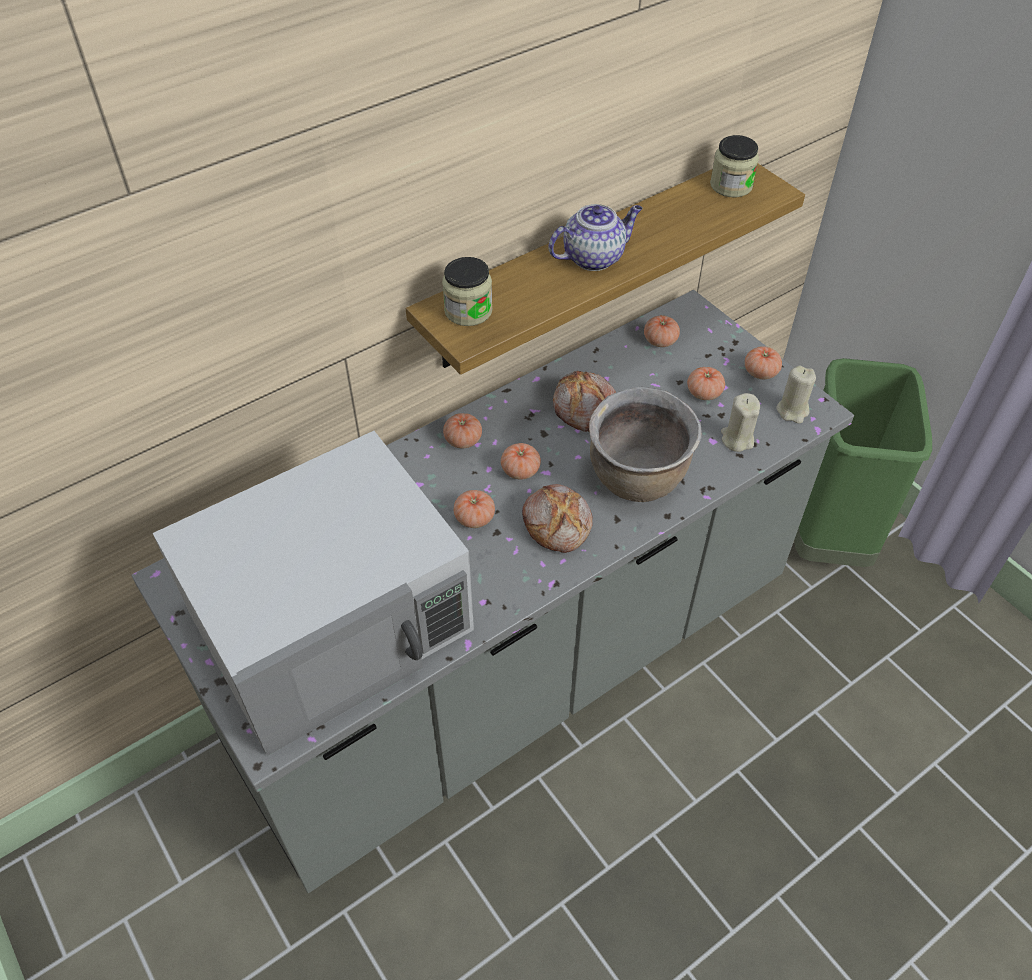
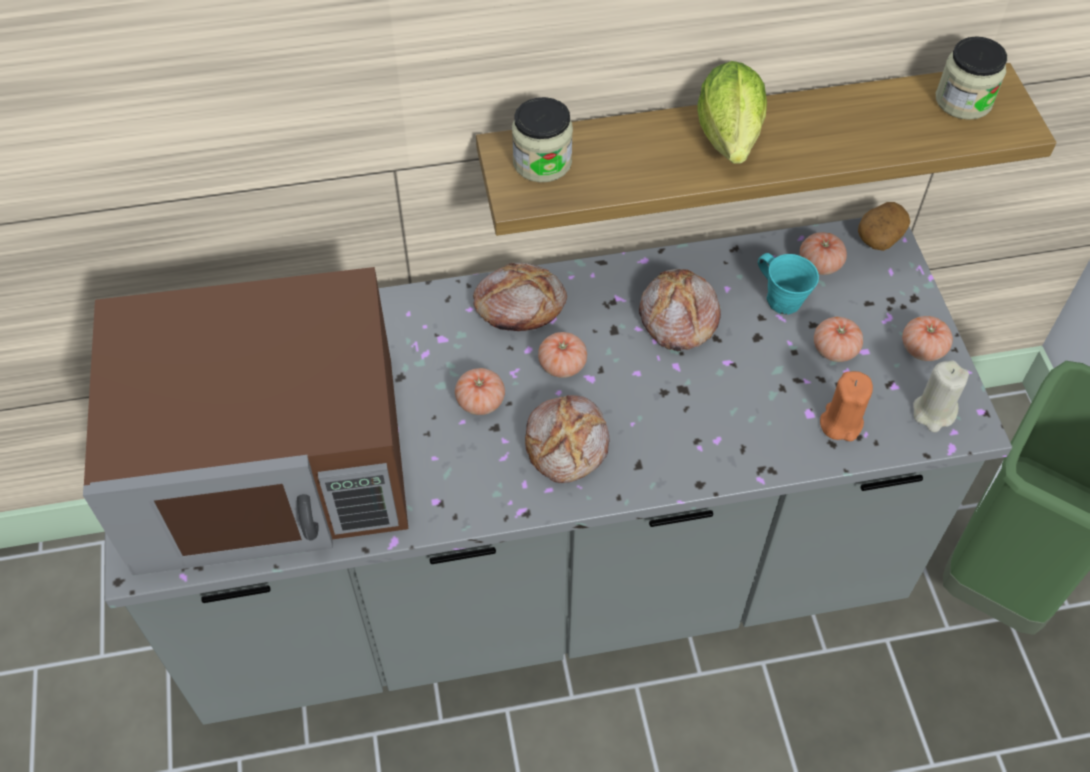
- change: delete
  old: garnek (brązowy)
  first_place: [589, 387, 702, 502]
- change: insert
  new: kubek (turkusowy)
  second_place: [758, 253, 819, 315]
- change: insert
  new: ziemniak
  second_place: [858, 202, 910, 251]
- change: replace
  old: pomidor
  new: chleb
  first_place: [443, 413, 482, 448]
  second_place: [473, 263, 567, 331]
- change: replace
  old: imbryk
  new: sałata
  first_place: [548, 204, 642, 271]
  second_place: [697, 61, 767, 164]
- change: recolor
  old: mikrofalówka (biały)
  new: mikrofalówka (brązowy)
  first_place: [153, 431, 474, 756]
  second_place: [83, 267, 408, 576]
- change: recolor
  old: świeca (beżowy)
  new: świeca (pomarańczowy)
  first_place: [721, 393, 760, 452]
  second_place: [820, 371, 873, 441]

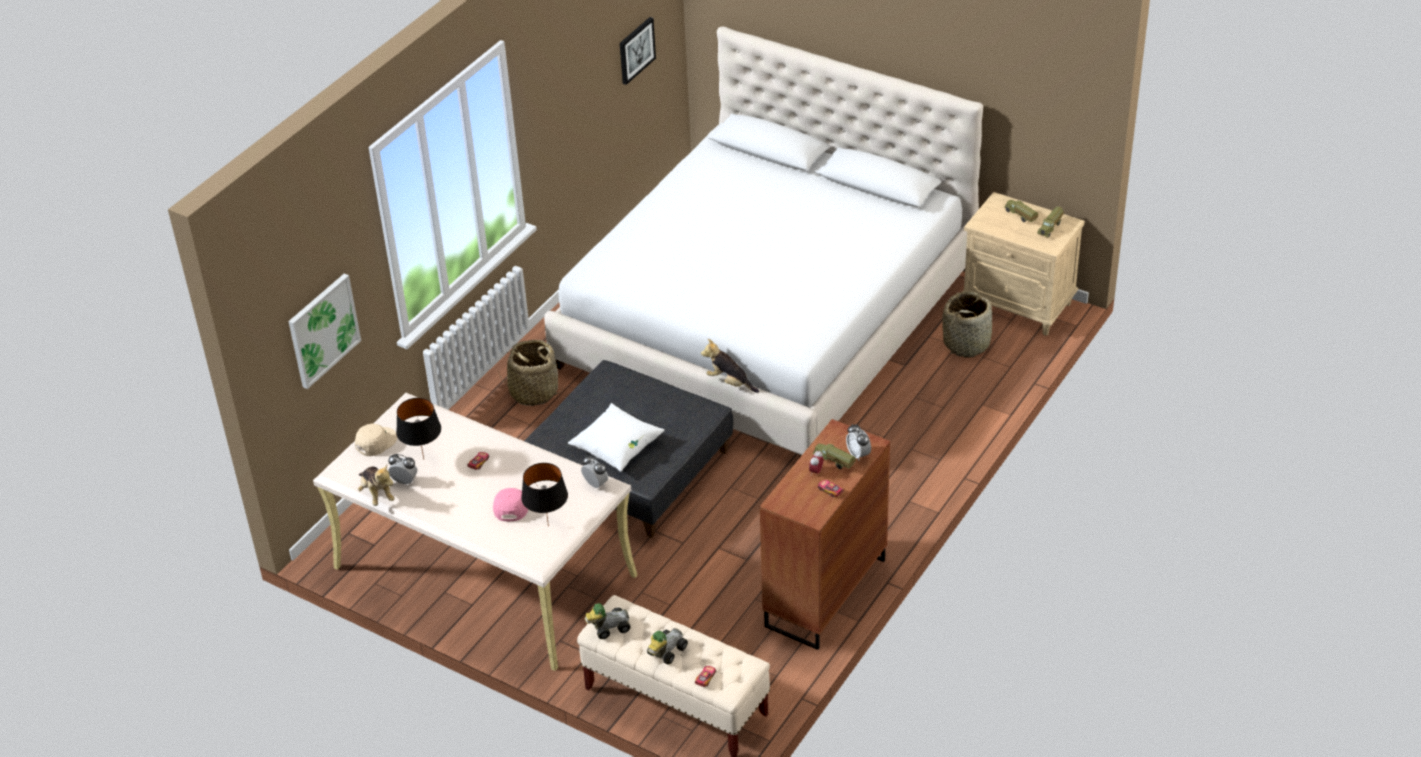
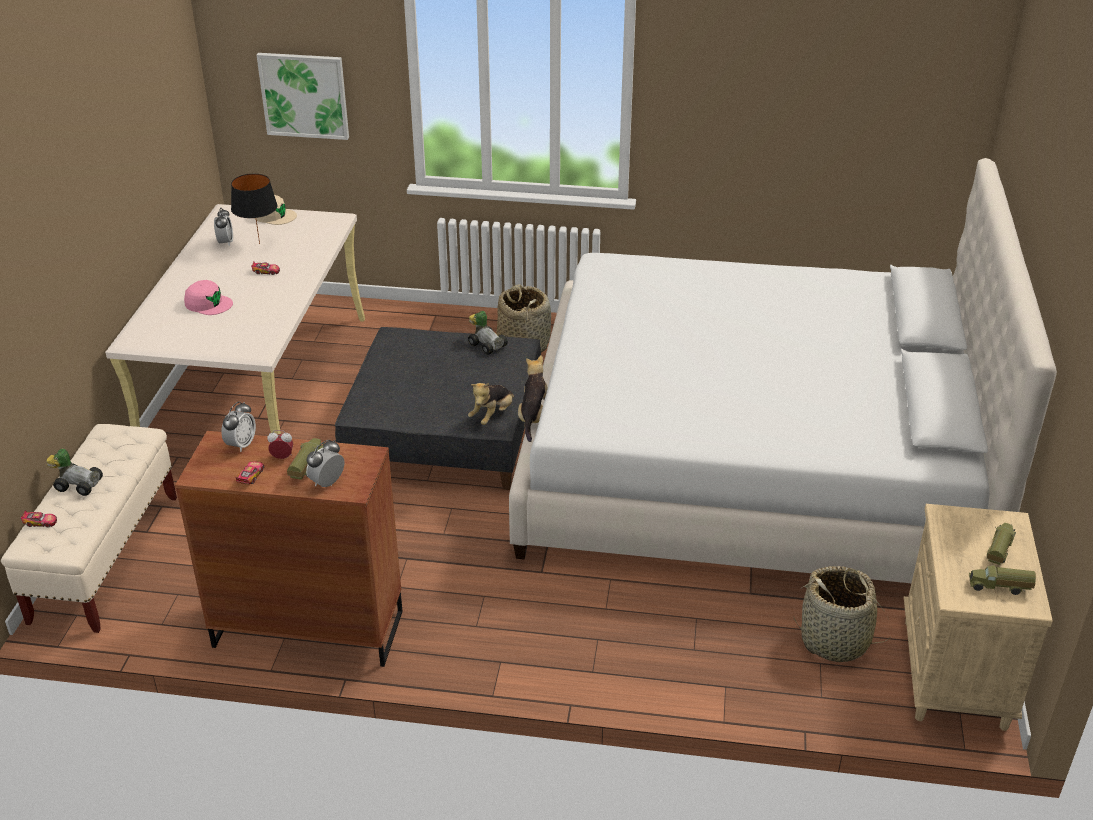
- change: delete
  old: lampa stołowa (czarny)
  first_place: [521, 463, 568, 527]
- change: delete
  old: poduszka (biały)
  first_place: [568, 403, 665, 472]
- change: delete
  old: obraz
  first_place: [620, 17, 656, 85]
- change: move
  old: pluszak
  first_place: [358, 465, 395, 506]
  second_place: [468, 383, 514, 425]
- change: move
  old: budzik
  first_place: [581, 455, 608, 488]
  second_place: [221, 401, 256, 452]
- change: move
  old: samochodzik
  first_place: [584, 603, 630, 639]
  second_place: [468, 311, 508, 355]
- change: rotate
  old: czapka z daszkiem (różowy)
  first_place: [493, 488, 528, 521]
  second_place: [184, 280, 233, 315]
  degrees: 45

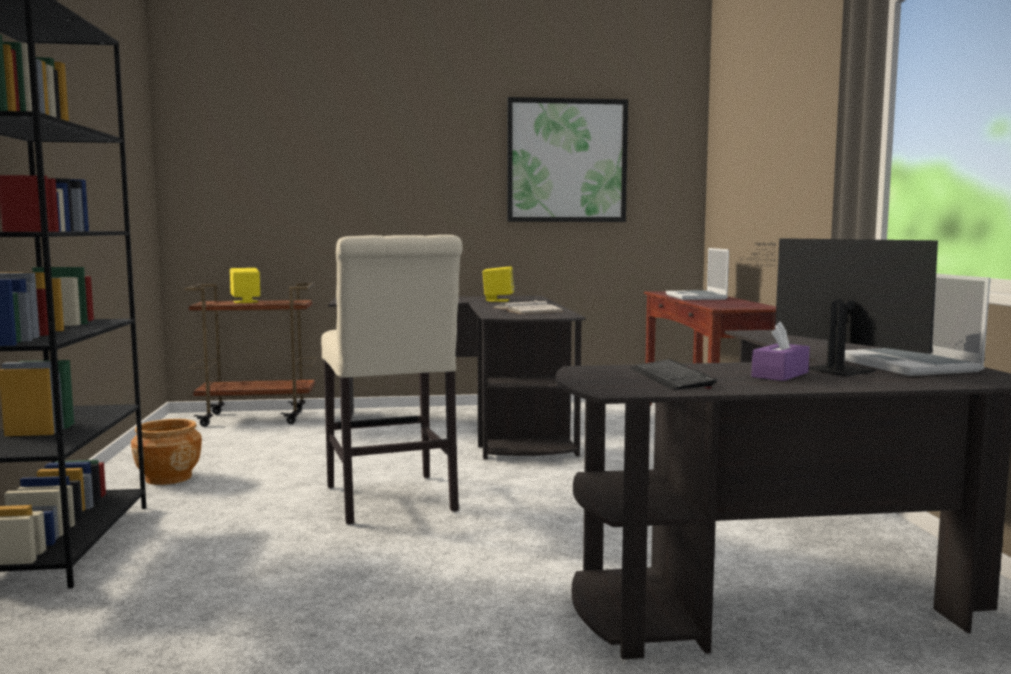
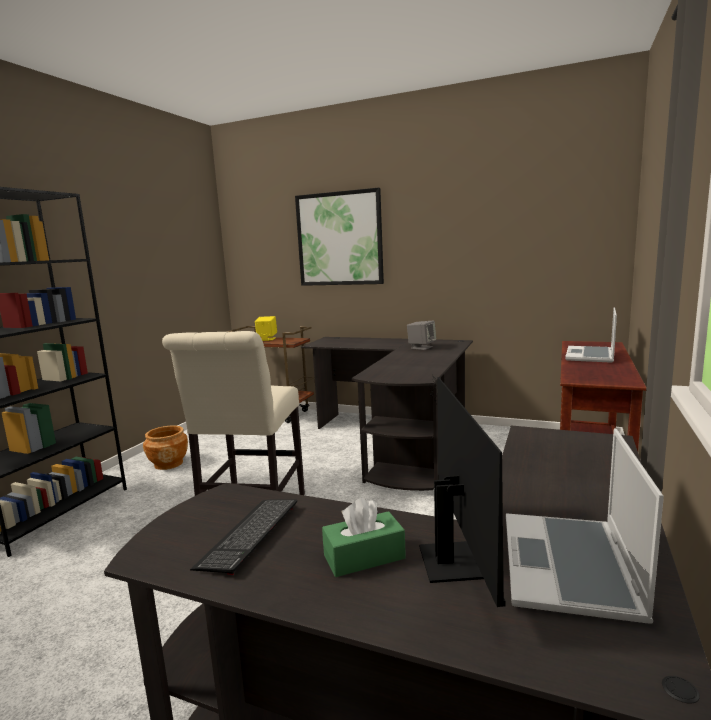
- change: delete
  old: książka (biały)
  first_place: [494, 300, 564, 314]
- change: move
  old: obraz
  first_place: [507, 97, 628, 222]
  second_place: [295, 188, 384, 286]
- change: recolor
  old: głośnik (żółty)
  new: głośnik (szary)
  first_place: [483, 266, 514, 302]
  second_place: [407, 321, 436, 350]
- change: recolor
  old: pudełko chusteczek (fioletowy)
  new: pudełko chusteczek (zielony)
  first_place: [752, 321, 810, 381]
  second_place: [322, 497, 406, 577]

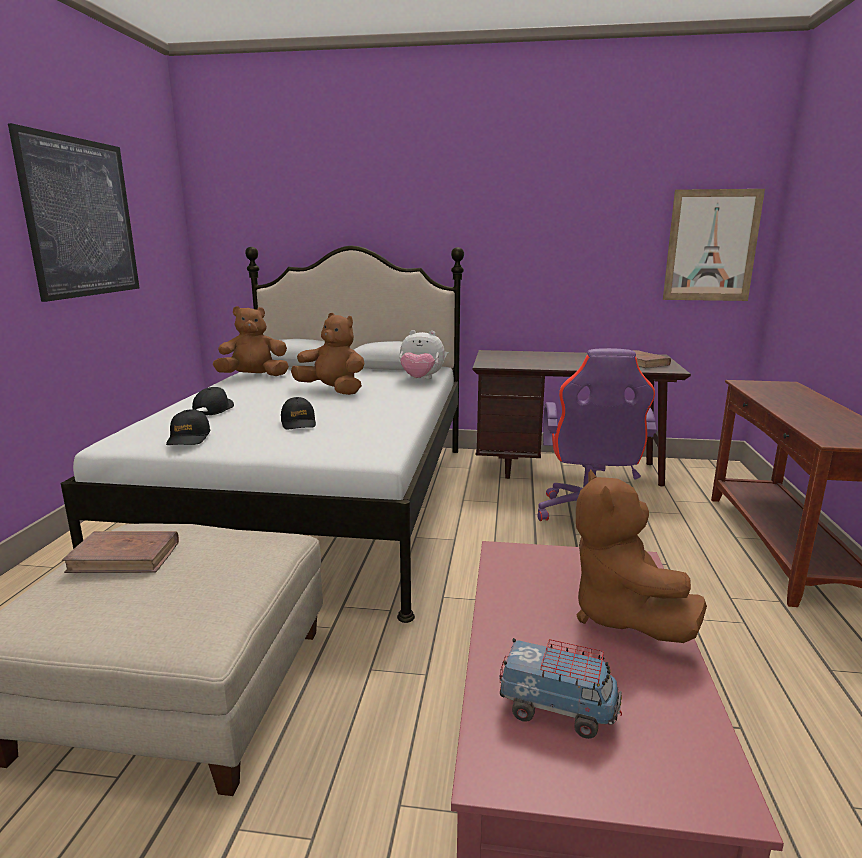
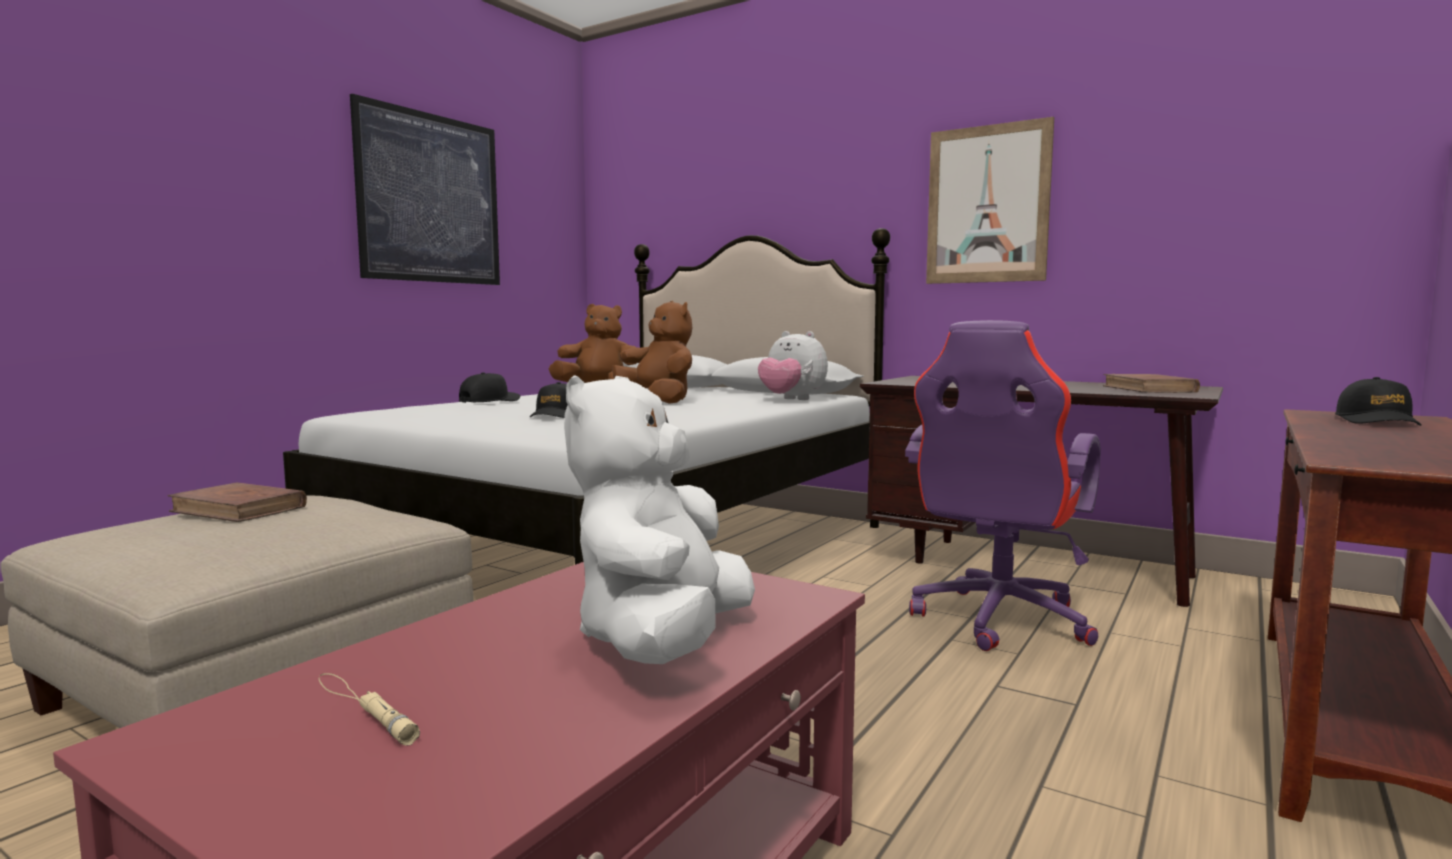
- change: move
  old: czapka z daszkiem (czarny)
  first_place: [166, 409, 210, 445]
  second_place: [1335, 377, 1421, 426]
- change: move
  old: obraz
  first_place: [663, 189, 765, 301]
  second_place: [926, 117, 1054, 284]
- change: replace
  old: ciężarówka zabawkowa
  new: latarka (beżowy)
  first_place: [499, 638, 622, 739]
  second_place: [319, 673, 420, 746]
- change: recolor
  old: pluszak (brązowy)
  new: pluszak (biały)
  first_place: [576, 469, 707, 643]
  second_place: [564, 375, 755, 664]

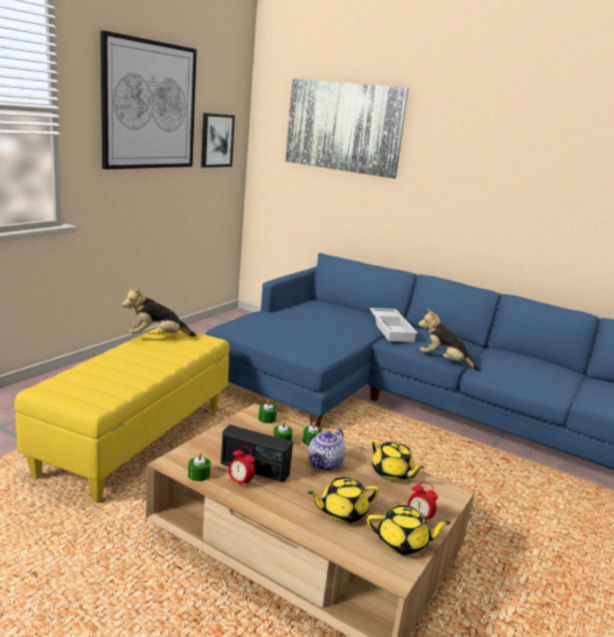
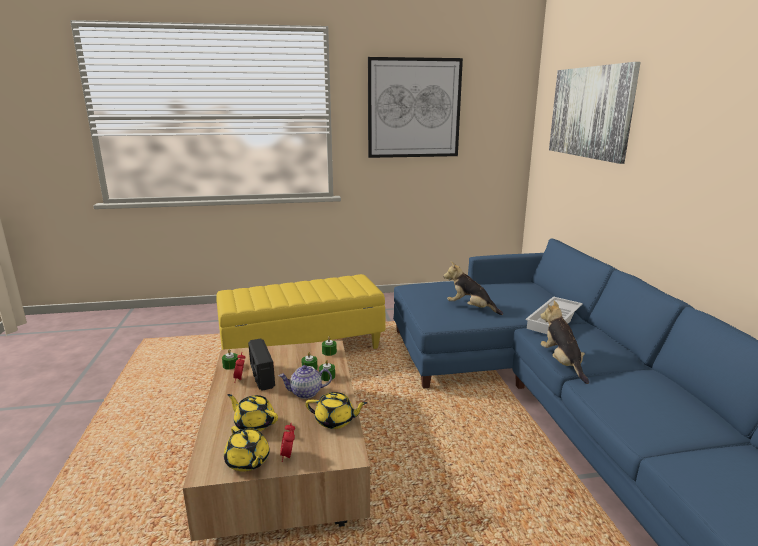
- change: delete
  old: obraz
  first_place: [201, 113, 235, 168]
- change: move
  old: pluszak
  first_place: [122, 286, 196, 337]
  second_place: [443, 261, 503, 315]
- change: rotate
  old: imbryk (żółty)
  first_place: [371, 440, 424, 481]
  second_place: [305, 392, 367, 429]
  degrees: -90

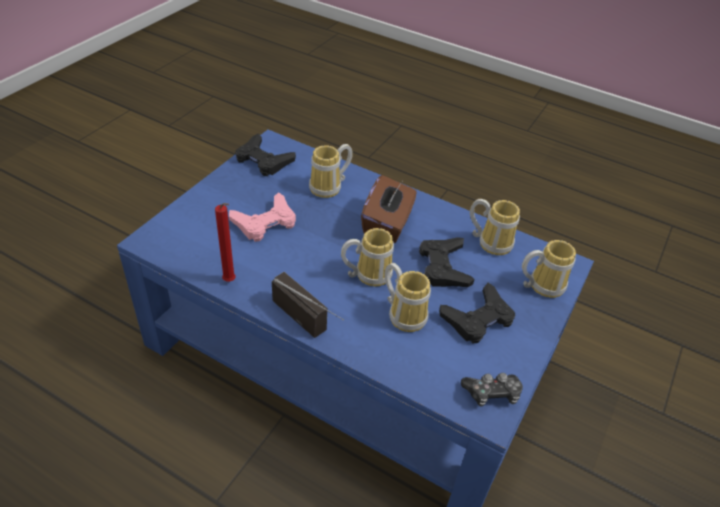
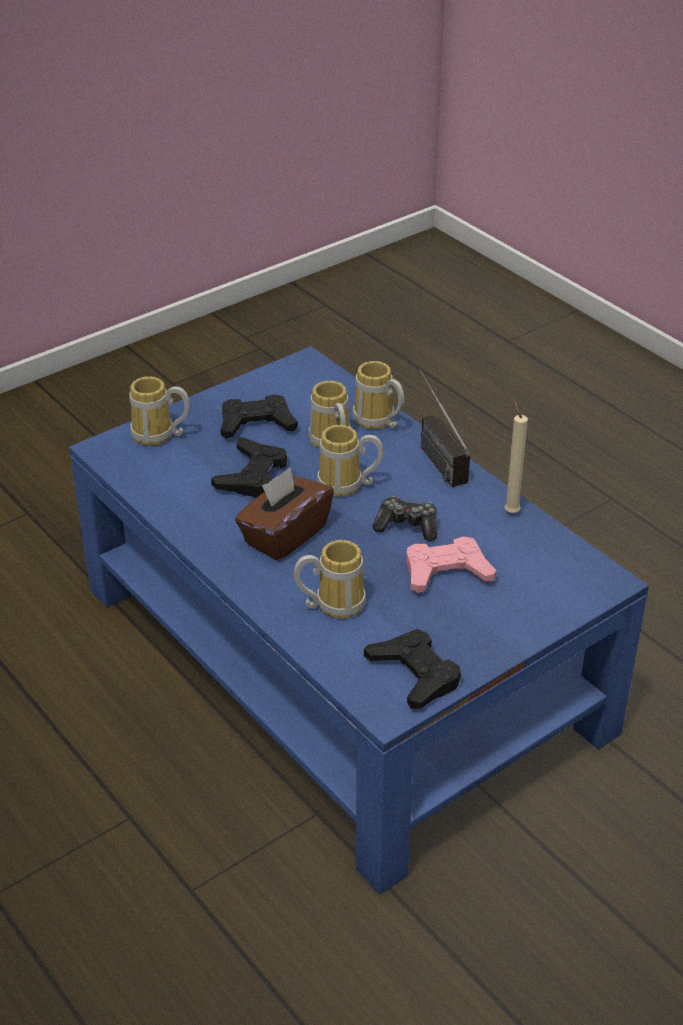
- change: move
  old: pad do gier
  first_place: [461, 373, 523, 407]
  second_place: [373, 496, 437, 541]
- change: move
  old: kubek
  first_place: [470, 199, 520, 255]
  second_place: [353, 361, 404, 429]
- change: recolor
  old: świeca (czerwony)
  new: świeca (beżowy)
  first_place: [215, 203, 236, 282]
  second_place: [504, 400, 528, 513]

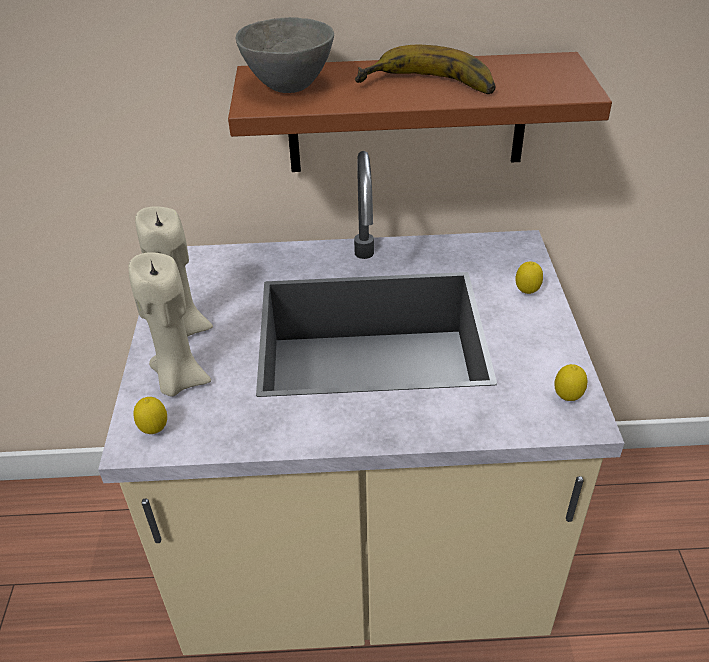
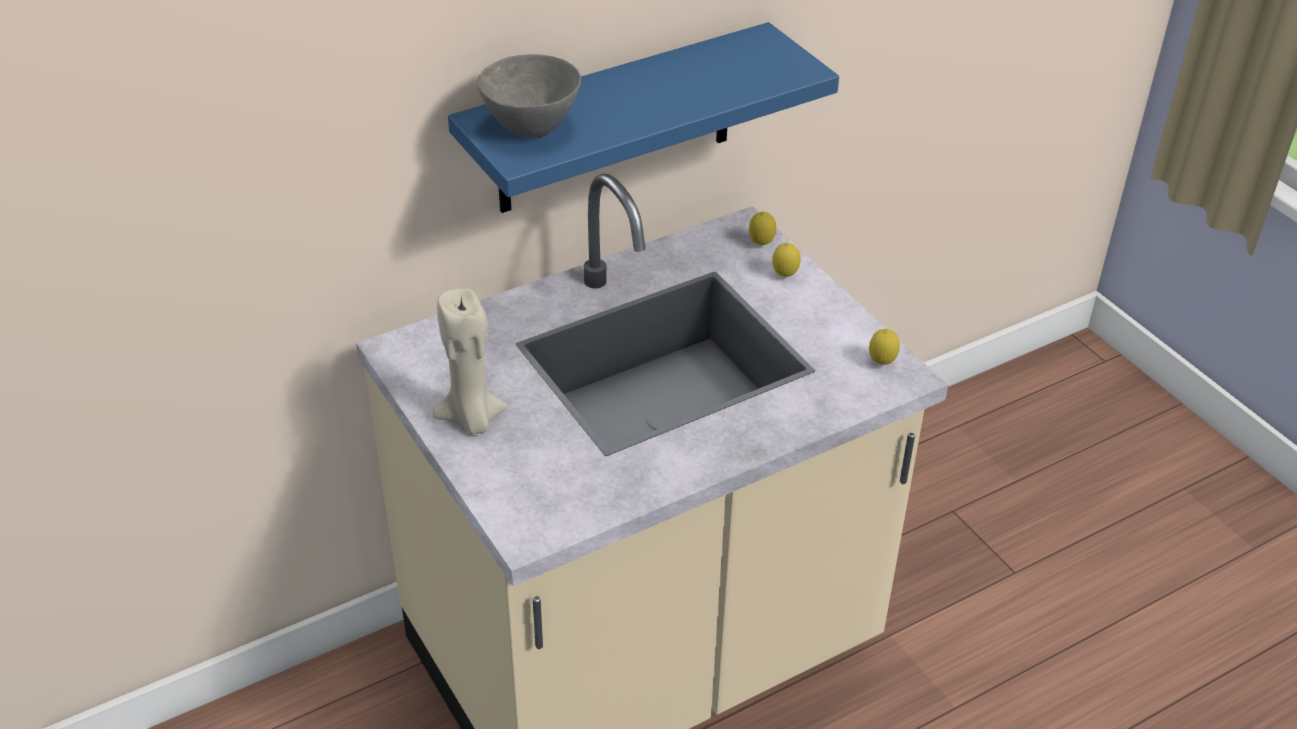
- change: delete
  old: świeca (beżowy)
  first_place: [128, 252, 211, 397]
- change: delete
  old: banan
  first_place: [355, 45, 495, 94]
- change: move
  old: cytryna
  first_place: [133, 397, 167, 434]
  second_place: [749, 212, 776, 245]
- change: recolor
  old: półka (brązowy)
  new: półka (niebieski)
  first_place: [228, 52, 612, 172]
  second_place: [448, 22, 839, 213]

